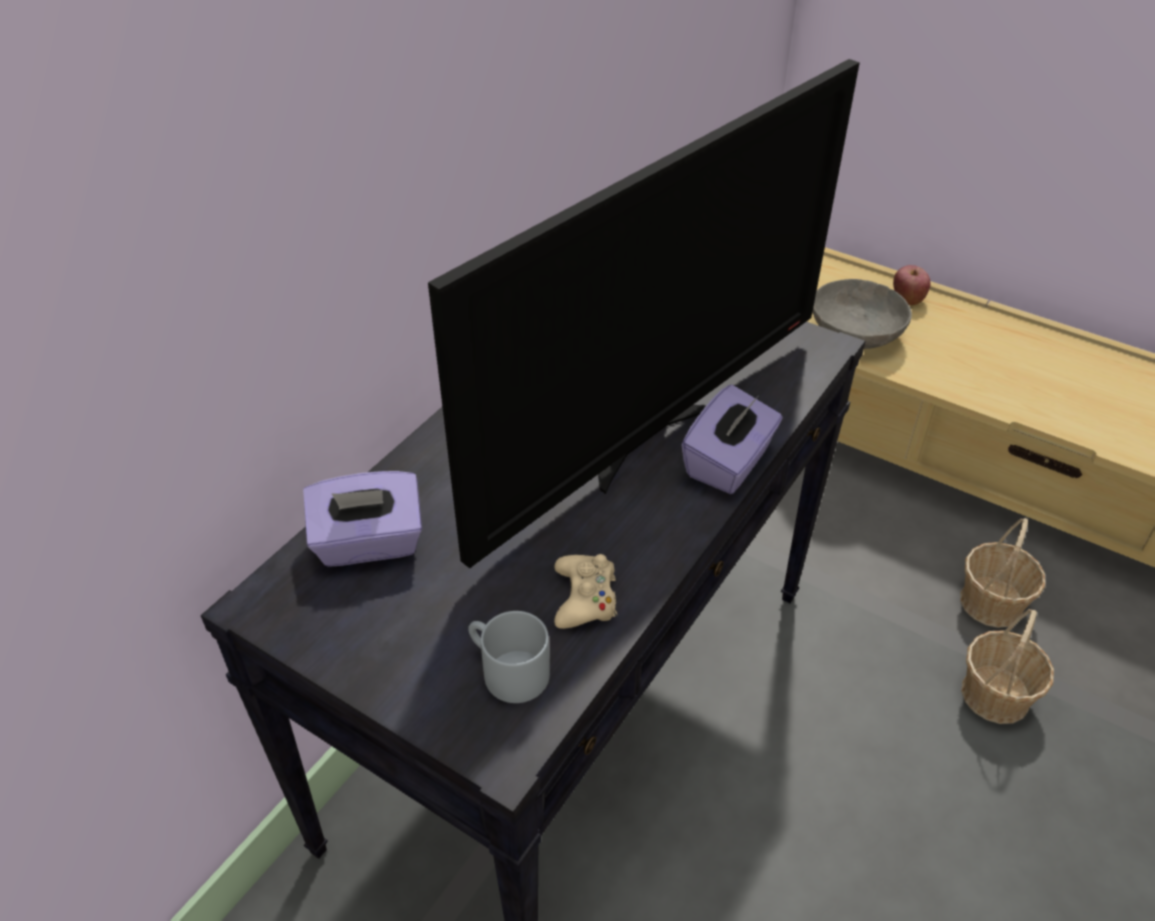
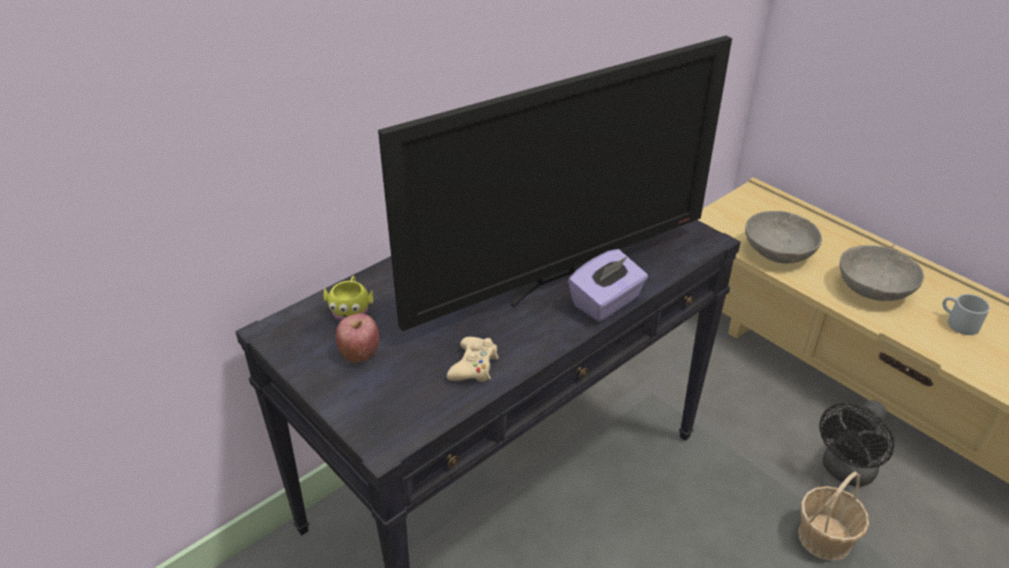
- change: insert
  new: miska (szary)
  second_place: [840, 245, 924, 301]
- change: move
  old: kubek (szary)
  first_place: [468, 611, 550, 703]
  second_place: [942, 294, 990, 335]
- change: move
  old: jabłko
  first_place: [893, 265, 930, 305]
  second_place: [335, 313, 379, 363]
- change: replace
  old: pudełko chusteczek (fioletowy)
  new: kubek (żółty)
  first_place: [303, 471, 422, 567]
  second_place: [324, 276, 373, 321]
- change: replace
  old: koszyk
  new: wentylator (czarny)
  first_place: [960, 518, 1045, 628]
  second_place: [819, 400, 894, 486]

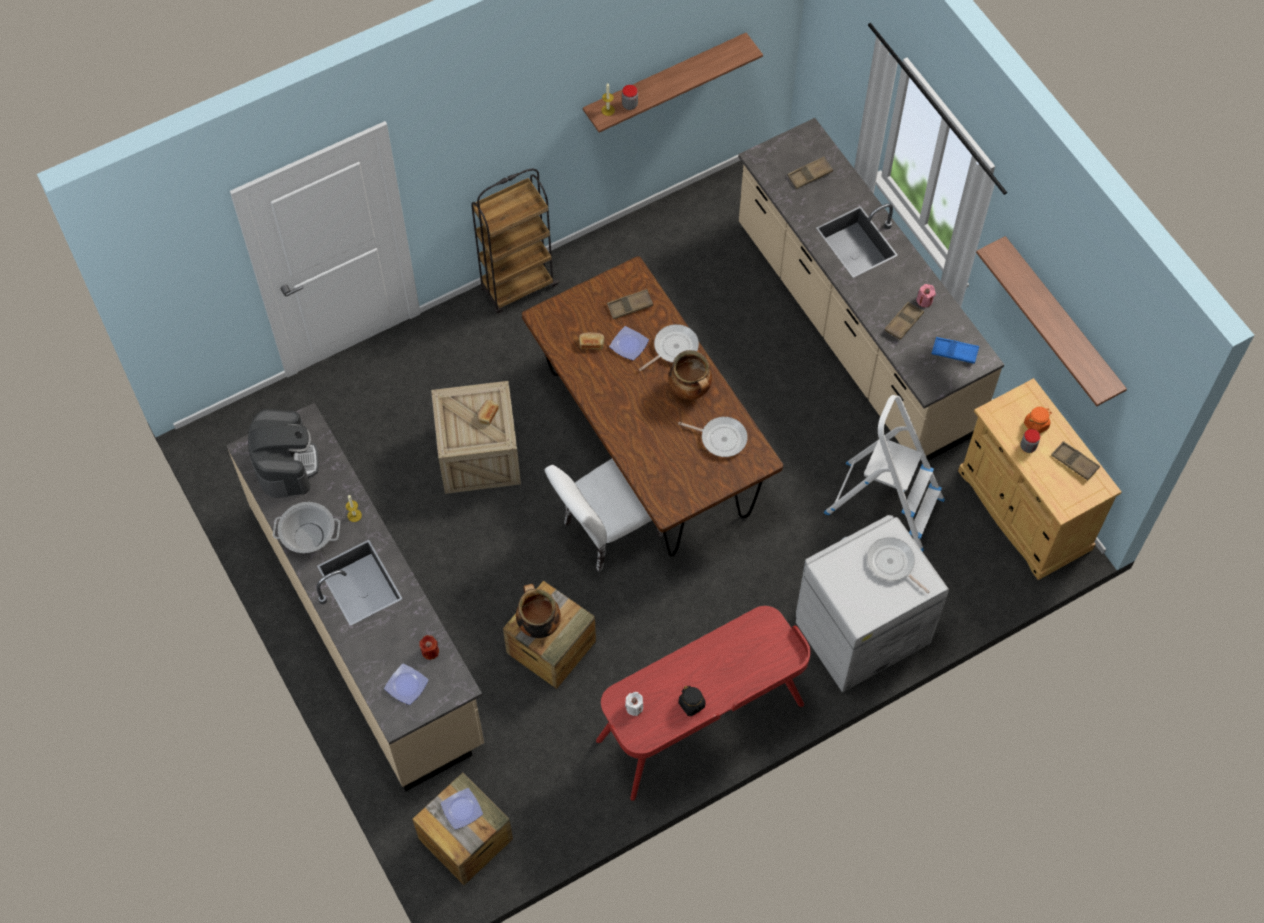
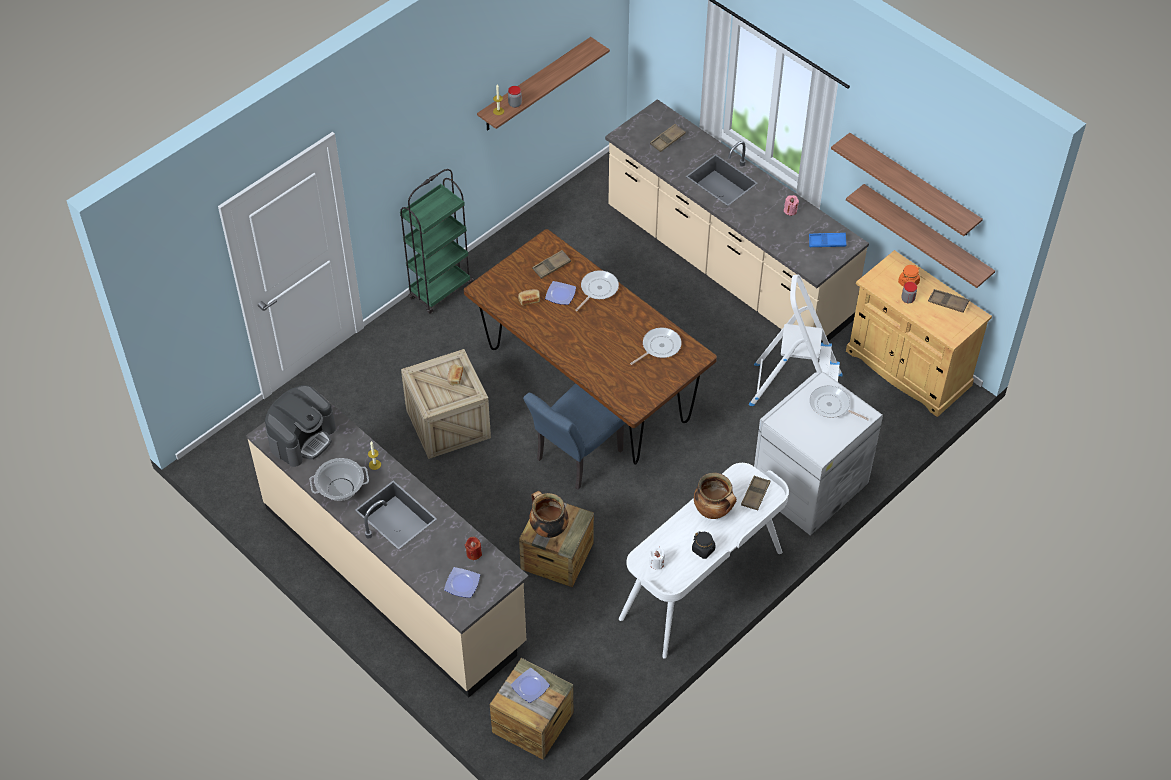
- change: insert
  new: półka
  second_place: [846, 184, 995, 288]
- change: move
  old: garnek
  first_place: [668, 350, 712, 400]
  second_place: [694, 473, 737, 519]
- change: move
  old: taca (brązowy)
  first_place: [884, 302, 924, 340]
  second_place: [741, 476, 770, 510]
- change: recolor
  old: wózek (brązowy)
  new: wózek (zielony)
  first_place: [471, 169, 561, 314]
  second_place: [400, 169, 475, 314]
- change: recolor
  old: krzesło (biały)
  new: krzesło (niebieski)
  first_place: [544, 459, 664, 572]
  second_place: [523, 383, 625, 490]
- change: recolor
  old: biurko (czerwony)
  new: biurko (biały)
  first_place: [596, 606, 811, 801]
  second_place: [619, 463, 789, 659]
- change: rotate
  old: ekspres do kawy
  first_place: [248, 409, 319, 498]
  second_place: [265, 385, 336, 467]
  degrees: 60
- change: rotate
  old: patelnia
  first_place: [678, 417, 748, 457]
  second_place: [630, 328, 682, 365]
  degrees: -45

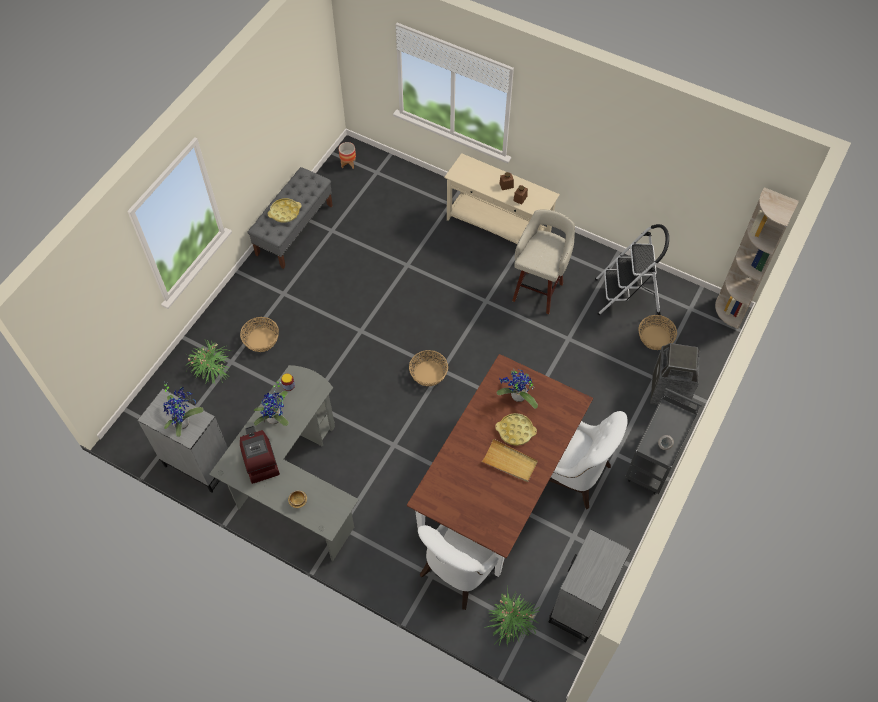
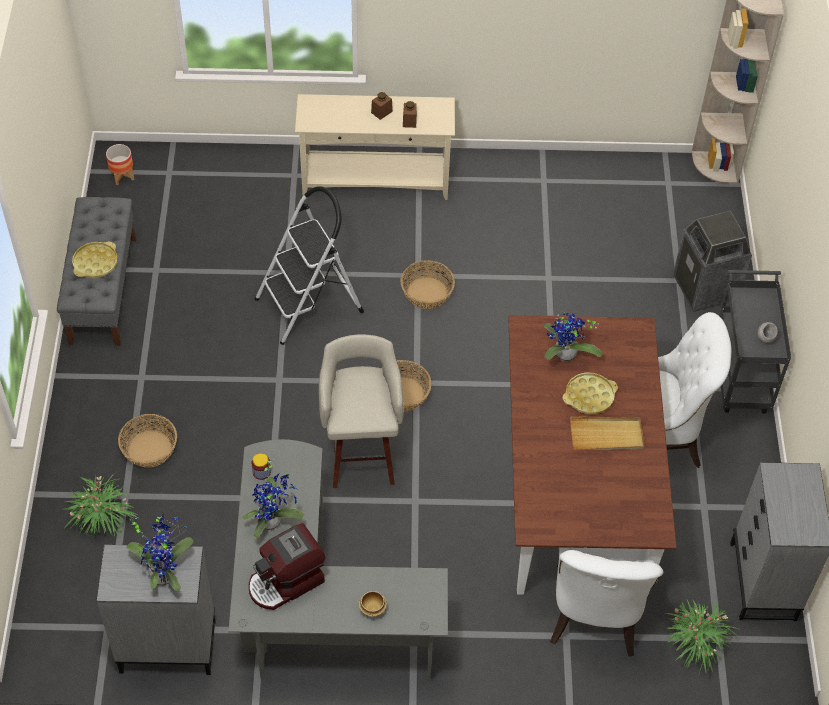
- change: move
  old: stołek (beżowy)
  first_place: [512, 209, 575, 314]
  second_place: [319, 334, 404, 488]
- change: move
  old: drabinka
  first_place: [595, 224, 669, 315]
  second_place: [254, 186, 364, 345]
- change: move
  old: koszyk
  first_place: [638, 315, 677, 350]
  second_place: [400, 260, 455, 309]
- change: rotate
  old: ekspres do kawy
  first_place: [240, 426, 280, 484]
  second_place: [248, 523, 325, 610]
  degrees: -75

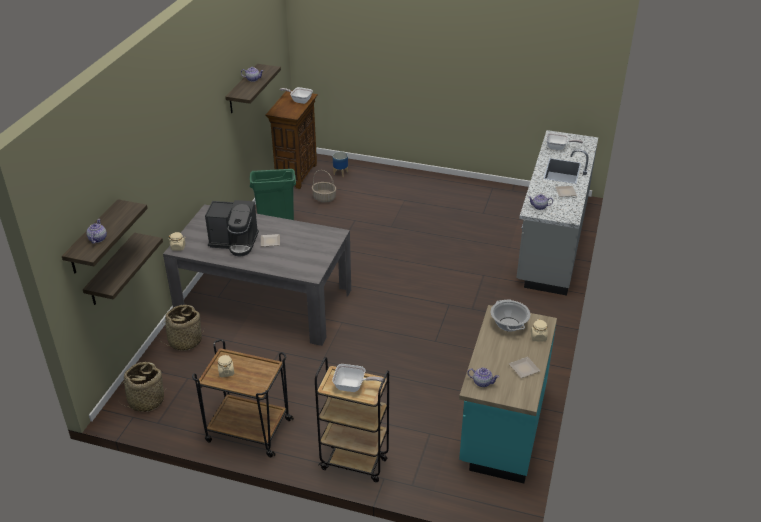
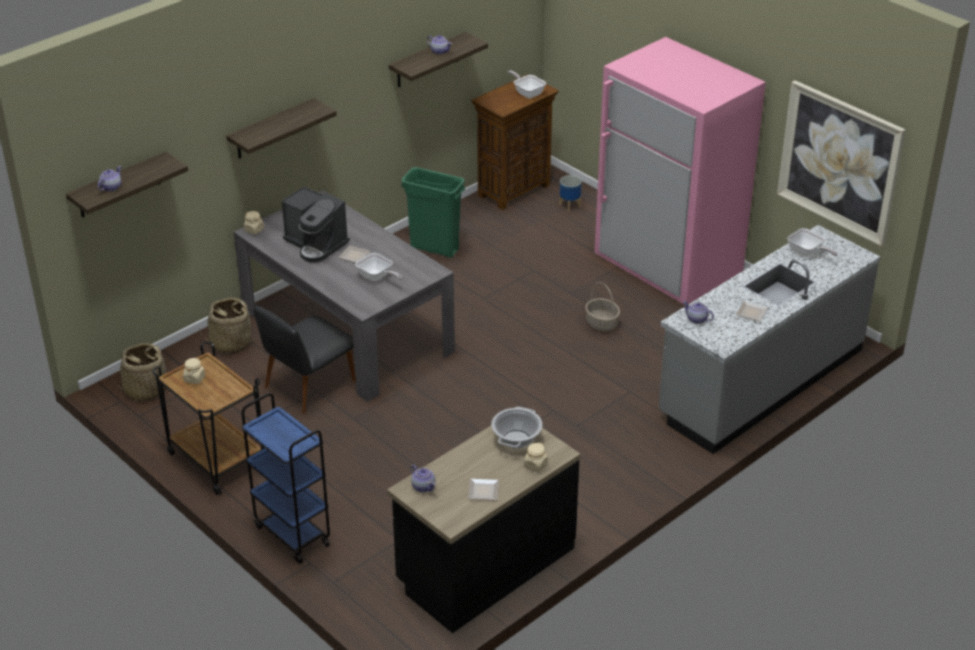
- change: insert
  new: krzesło (czarny)
  second_place: [253, 305, 356, 414]
- change: insert
  new: lodówka (różowy)
  second_place: [594, 37, 766, 305]
- change: insert
  new: obraz
  second_place: [777, 80, 906, 247]
- change: move
  old: półka
  first_place: [83, 233, 163, 305]
  second_place: [226, 98, 337, 159]
- change: move
  old: koszyk
  first_place: [312, 170, 336, 203]
  second_place: [585, 282, 620, 332]
- change: move
  old: patelnia
  first_place: [332, 364, 385, 392]
  second_place: [355, 253, 402, 282]
- change: recolor
  old: wózek (brązowy)
  new: wózek (niebieski)
  first_place: [315, 357, 389, 483]
  second_place: [241, 393, 330, 564]
- change: recolor
  old: zabudowa kuchenna (turkusowy)
  new: zabudowa kuchenna (czarny)
  first_place: [459, 305, 557, 483]
  second_place: [387, 426, 580, 633]

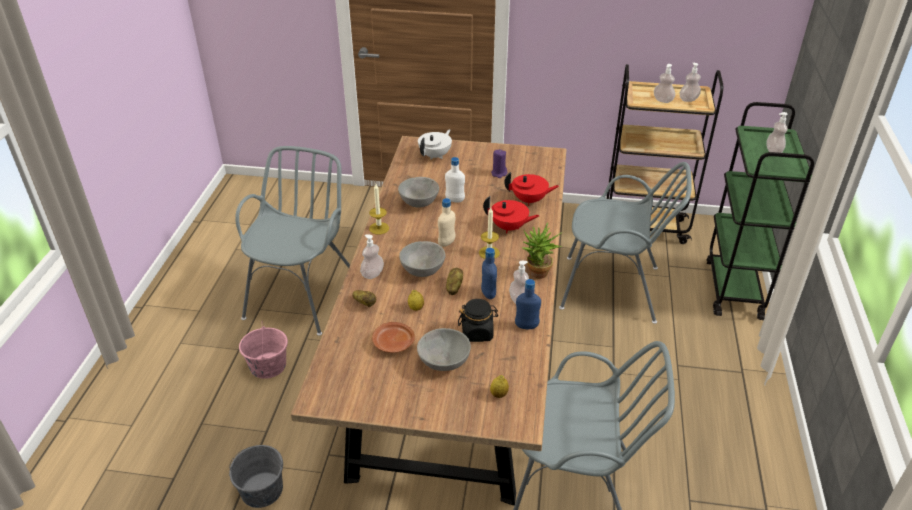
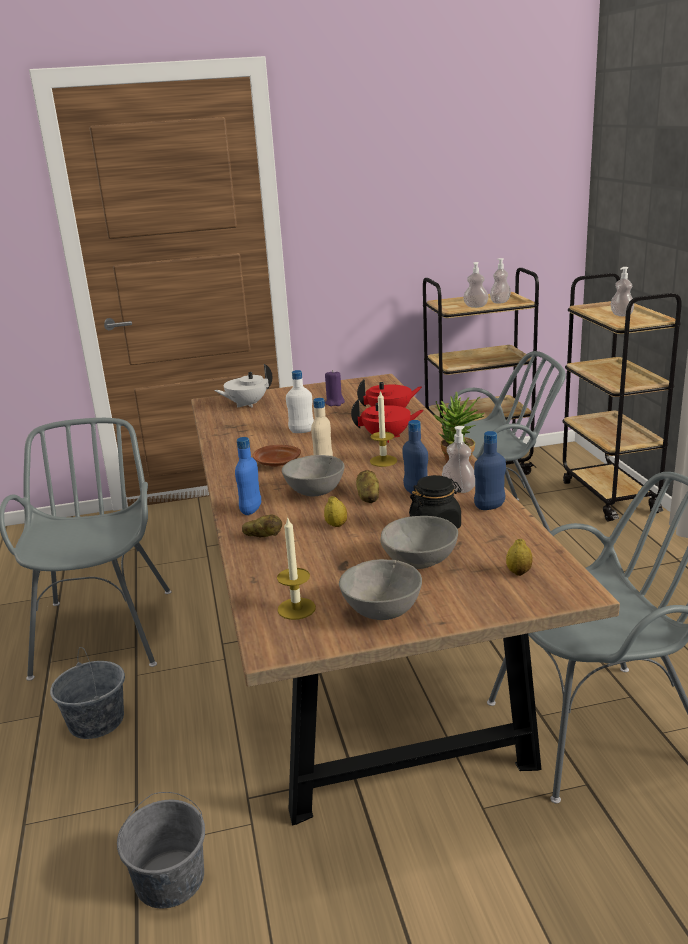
- change: move
  old: świeca
  first_place: [369, 184, 389, 235]
  second_place: [277, 516, 316, 620]
- change: move
  old: talerz (brązowy)
  first_place: [372, 322, 415, 353]
  second_place: [253, 445, 301, 467]
- change: move
  old: miska (szary)
  first_place: [398, 177, 439, 208]
  second_place: [339, 559, 422, 620]
- change: replace
  old: dozownik mydła
  new: butelka (niebieski)
  first_place: [360, 235, 384, 279]
  second_place: [235, 437, 261, 515]
- change: recolor
  old: wiadro (różowy)
  new: wiadro (szary)
  first_place: [239, 321, 288, 379]
  second_place: [50, 647, 125, 739]
- change: recolor
  old: wózek (zielony)
  new: wózek (brązowy)
  first_place: [707, 102, 814, 320]
  second_place: [562, 273, 682, 521]
- change: rotate
  old: imbryk (biały)
  first_place: [418, 129, 452, 159]
  second_place: [214, 364, 272, 408]
  degrees: -135

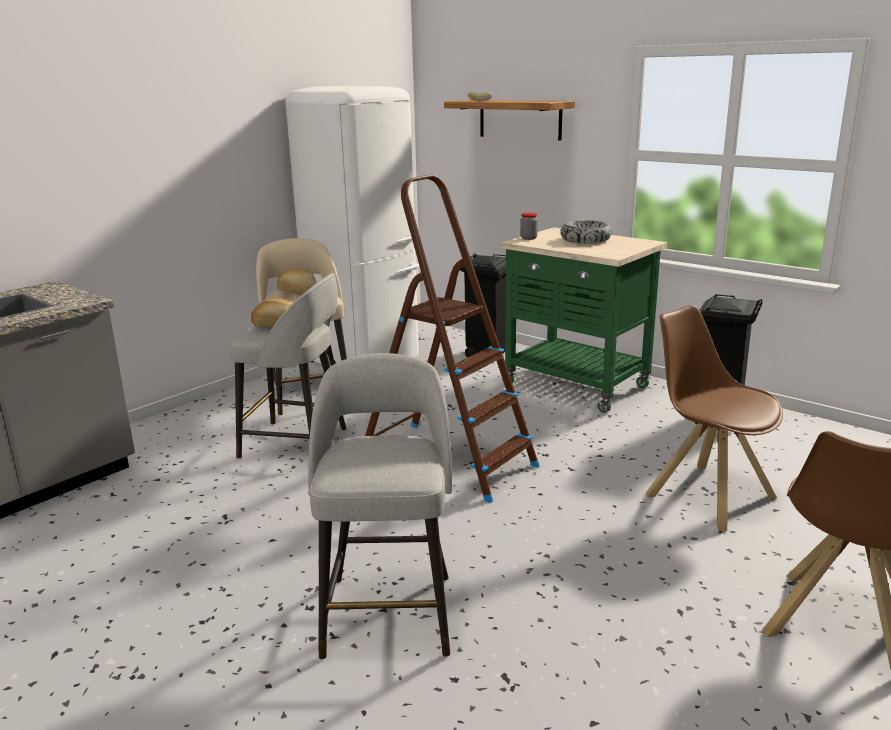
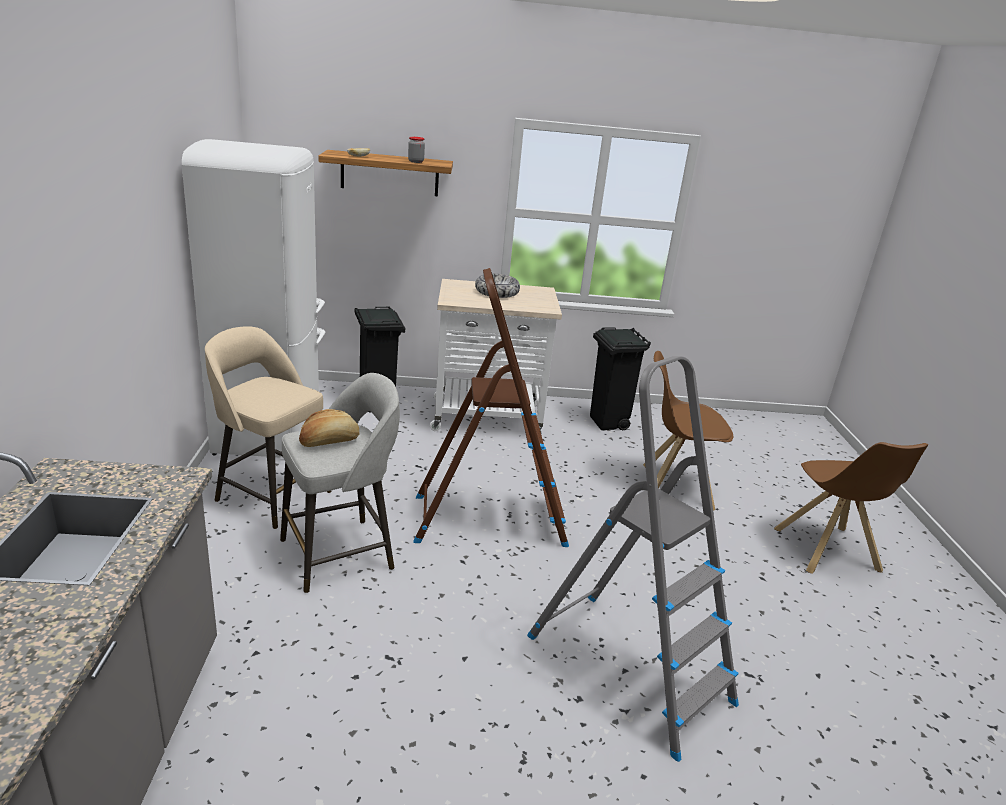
- change: delete
  old: chleb
  first_place: [277, 269, 317, 296]
- change: move
  old: słoik
  first_place: [520, 213, 538, 240]
  second_place: [408, 137, 425, 163]
- change: replace
  old: stołek (szary)
  new: drabinka (szary)
  first_place: [308, 353, 452, 659]
  second_place: [527, 356, 739, 762]
- change: recolor
  old: wózek (zielony)
  new: wózek (biały)
  first_place: [501, 227, 667, 413]
  second_place: [430, 279, 562, 431]

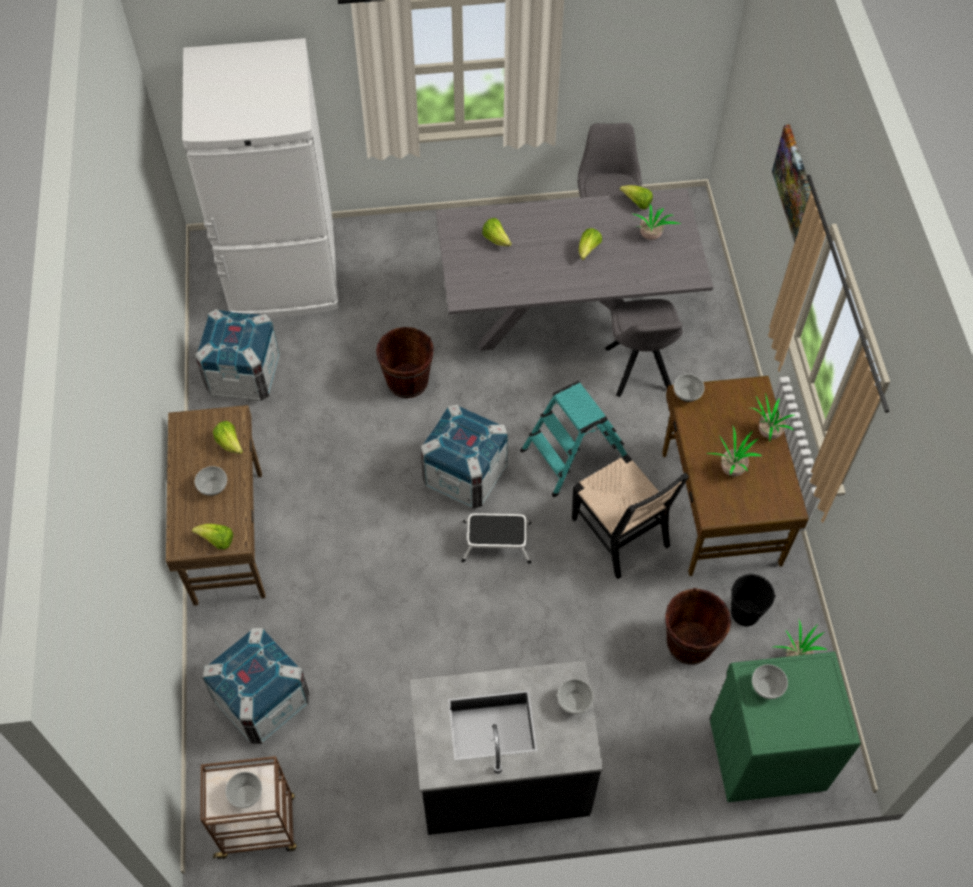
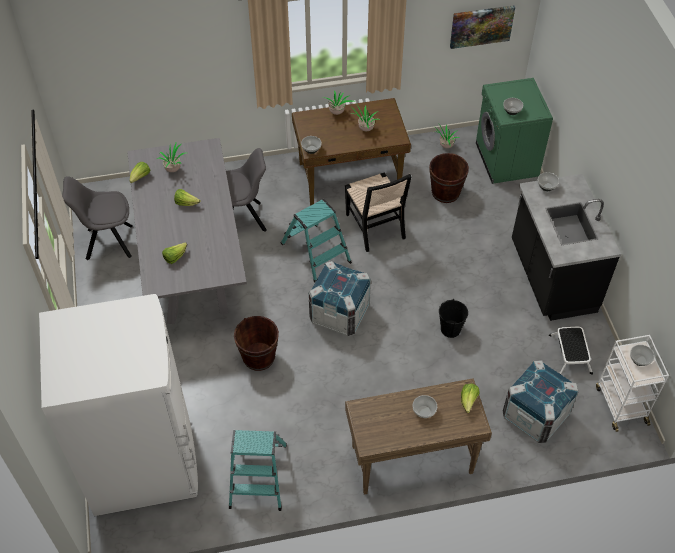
- change: delete
  old: sałata
  first_place: [213, 421, 243, 454]
- change: move
  old: drabinka (czarny)
  first_place: [462, 513, 532, 564]
  second_place: [549, 327, 593, 375]
- change: move
  old: wiadro (czarny)
  first_place: [731, 574, 776, 626]
  second_place: [439, 299, 468, 338]
- change: move
  old: obraz
  first_place: [772, 125, 811, 243]
  second_place: [450, 5, 515, 49]
- change: replace
  old: skrzynka
  new: drabinka (turkusowy)
  first_place: [195, 309, 280, 402]
  second_place: [229, 430, 287, 511]
- change: recolor
  old: wózek (brązowy)
  new: wózek (biały)
  first_place: [201, 756, 297, 859]
  second_place: [596, 335, 669, 432]
- change: rotate
  old: krzesło
  first_place: [572, 454, 689, 579]
  second_place: [345, 172, 412, 252]
  degrees: 105

